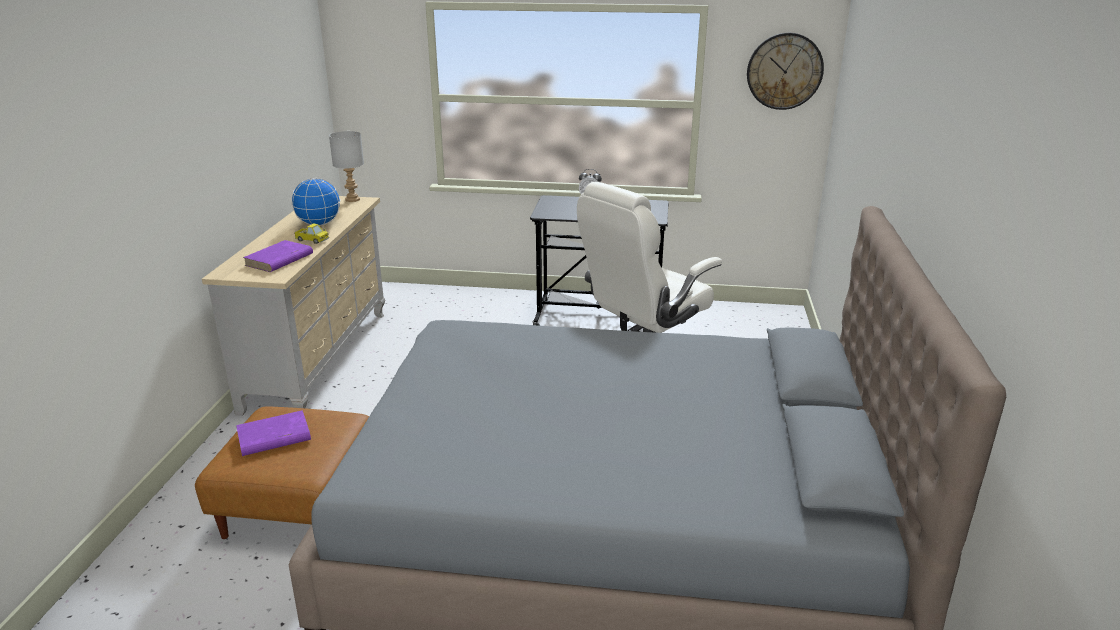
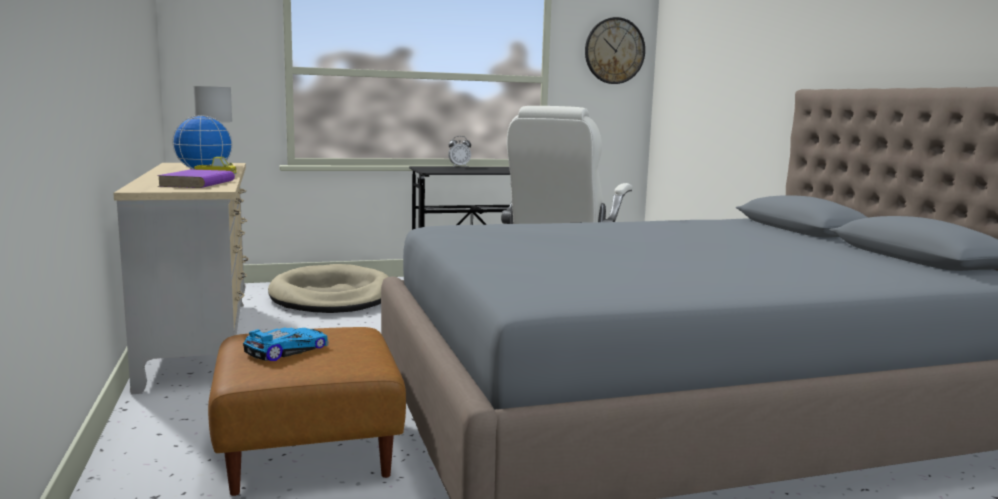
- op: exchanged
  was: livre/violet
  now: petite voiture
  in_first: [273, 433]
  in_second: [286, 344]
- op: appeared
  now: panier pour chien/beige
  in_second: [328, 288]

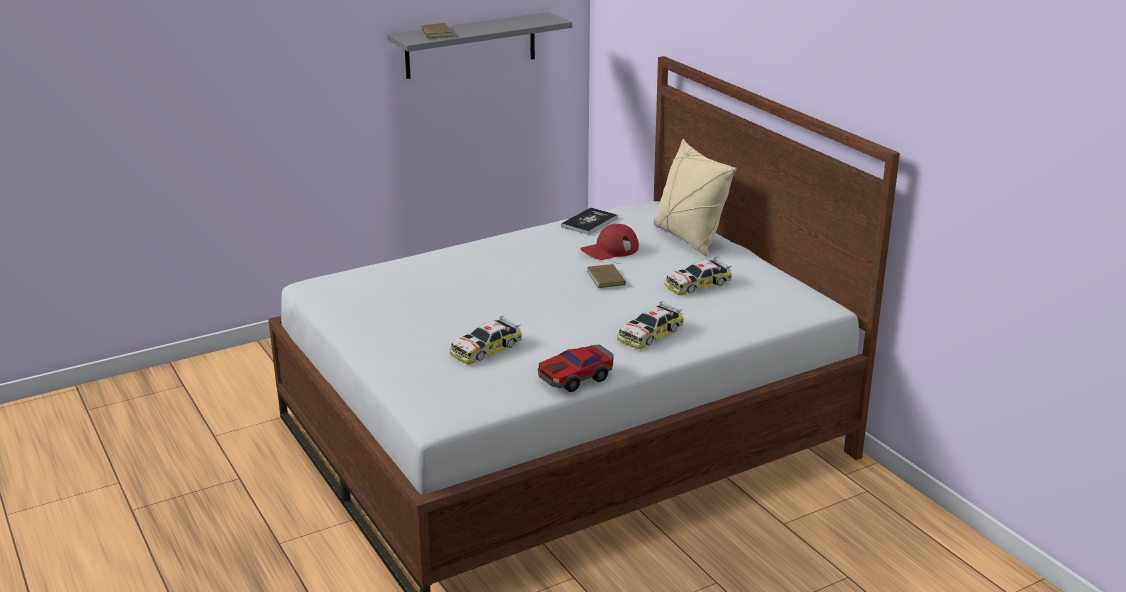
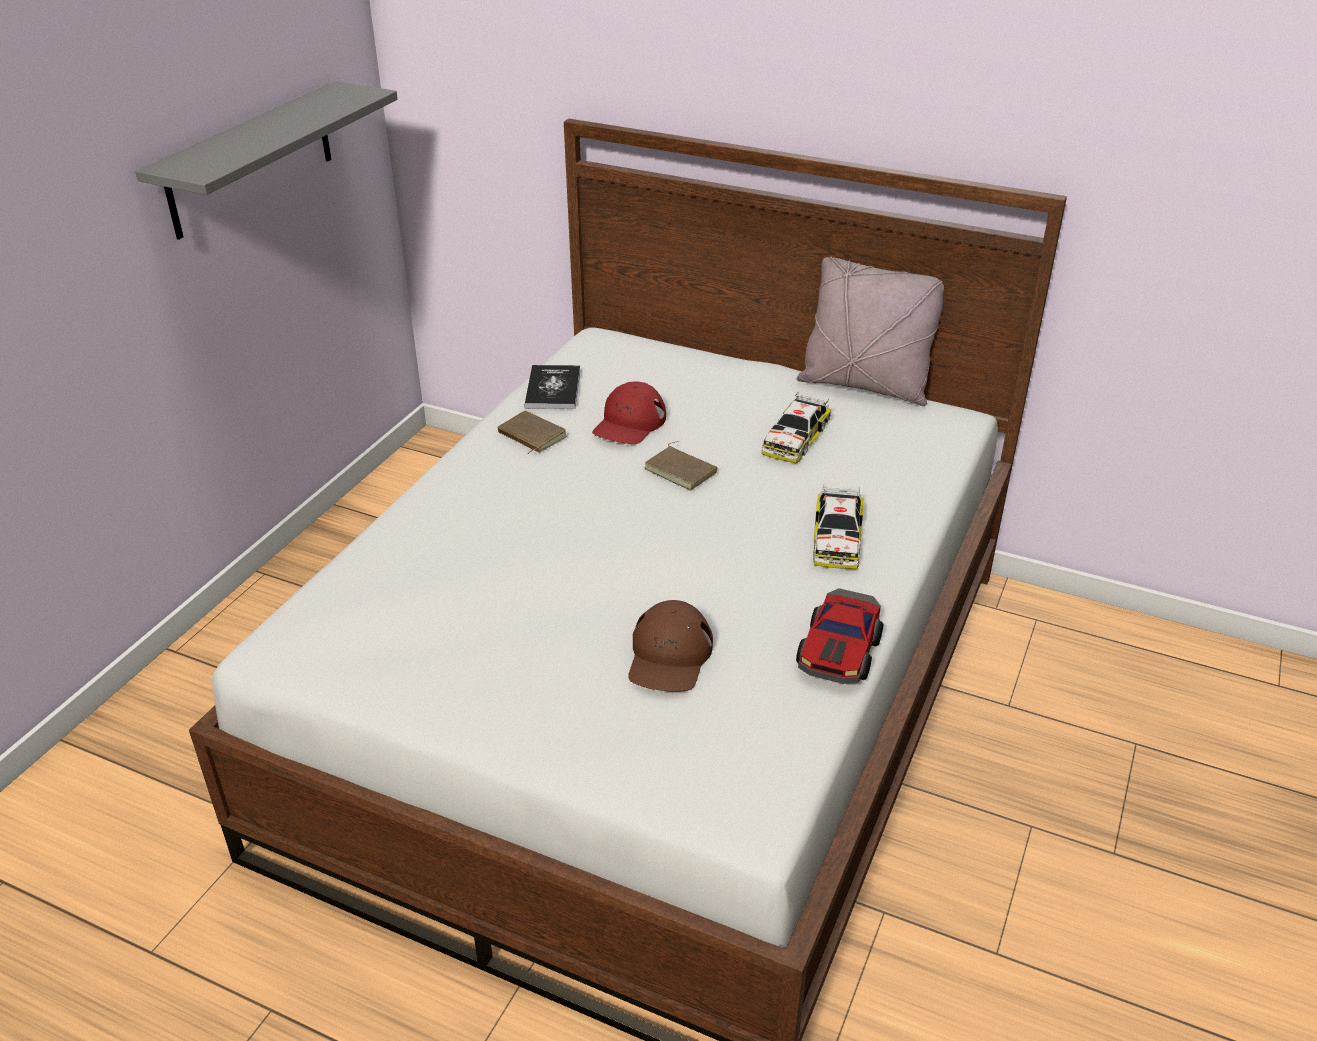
- op: relocated
  was: livre/marron
  in_first: [435, 30]
  in_second: [532, 432]
- op: exchanged
  was: petite voiture
  now: casquette/marron
  in_first: [485, 340]
  in_second: [670, 646]
- op: appeared
  now: coussin/violet
  in_second: [870, 331]
- op: missing
  was: coussin/beige
  in_first: [694, 197]

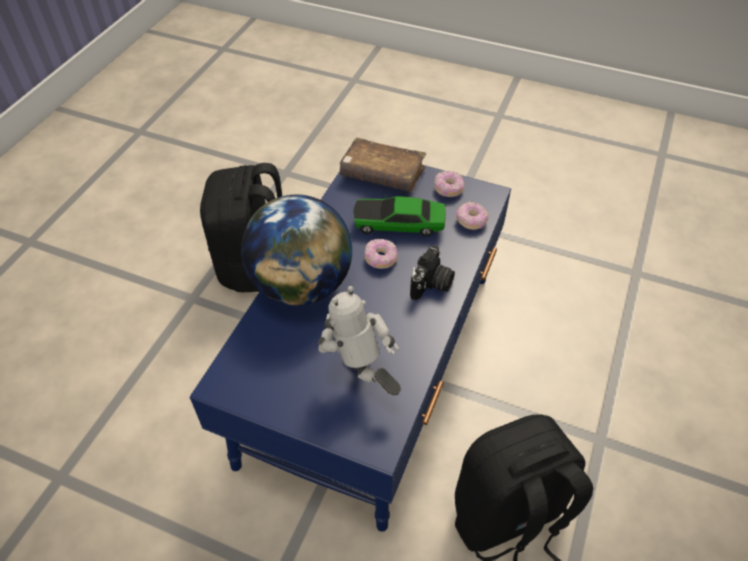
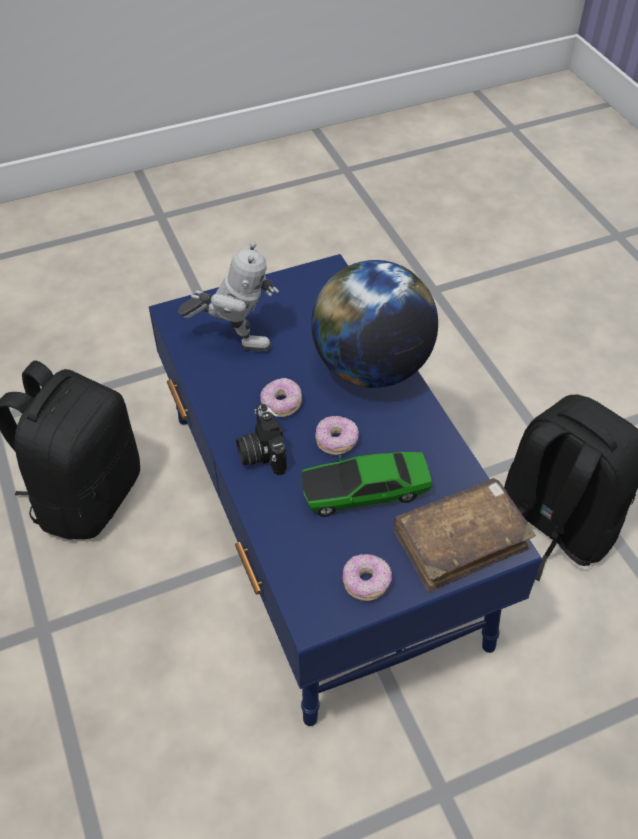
- op: relocated
  was: beignet
  in_first: [472, 216]
  in_second: [281, 397]
- op: spun
  was: petite voiture
  in_first: [399, 216]
  in_second: [367, 484]
  clockwise: -150

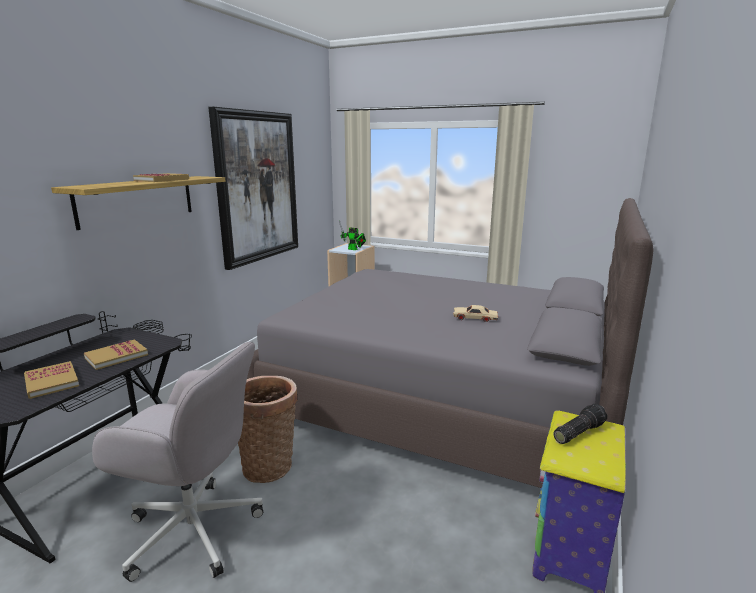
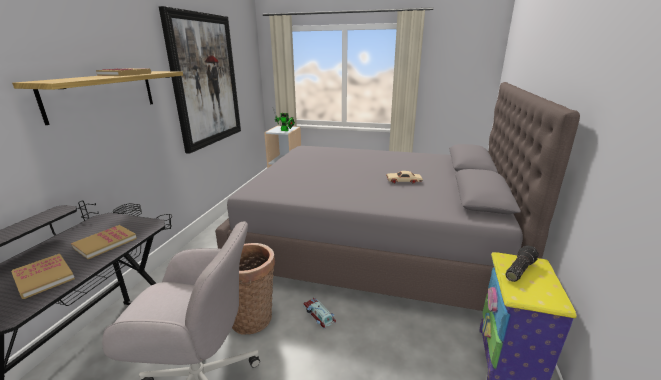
- op: appeared
  now: petite voiture
  in_second: [319, 313]

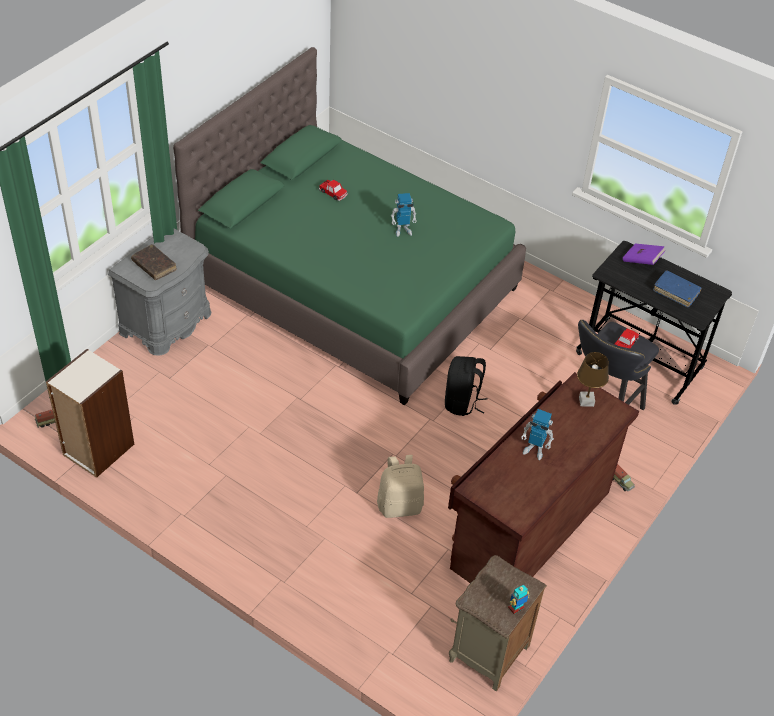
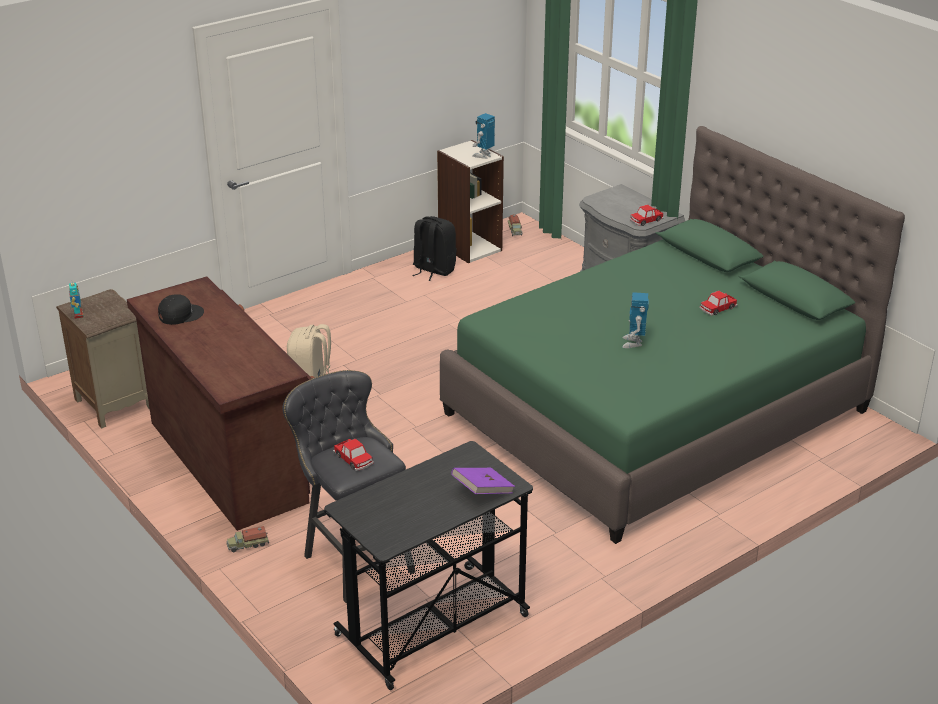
- op: appeared
  now: casquette/noir
  in_second: [181, 309]
- op: relocated
  was: sac à dos/noir
  in_first: [466, 386]
  in_second: [434, 248]
- op: relocated
  was: robot jouet
  in_first: [537, 434]
  in_second: [483, 136]
- op: appeared
  now: petite voiture
  in_second: [647, 215]
- op: missing
  was: livre/marron
  in_first: [154, 262]
- op: missing
  was: lampe de table/marron
  in_first: [593, 379]
- op: missing
  was: livre/bleu
  in_first: [677, 288]

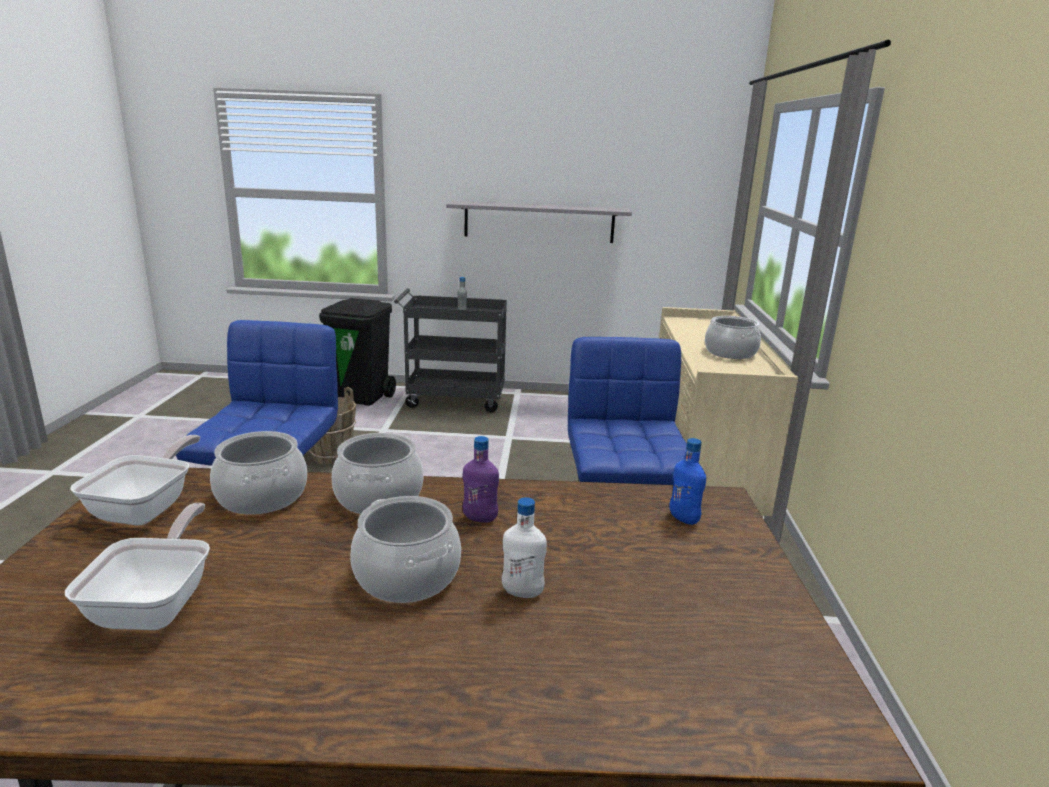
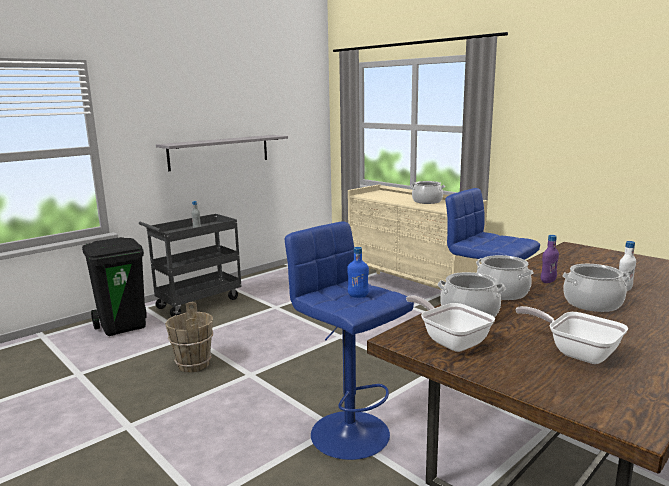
- op: relocated
  was: bouteille/bleu
  in_first: [687, 481]
  in_second: [358, 272]

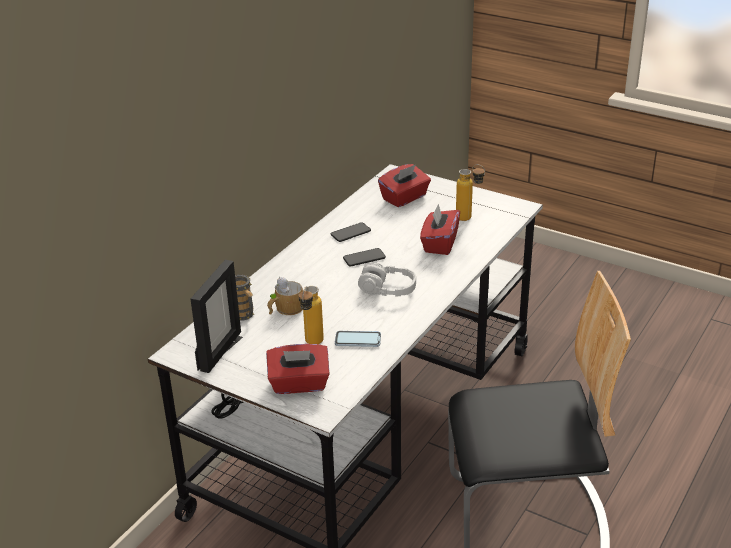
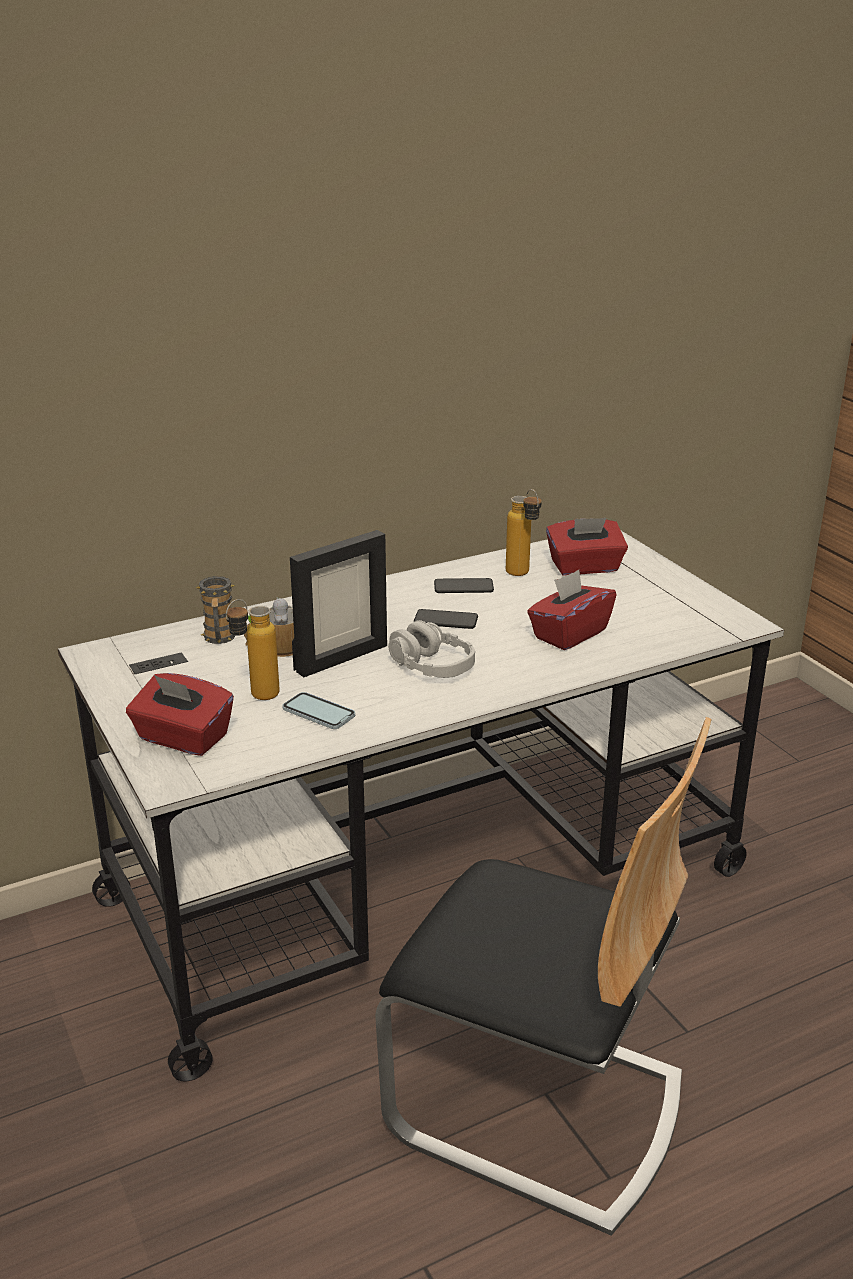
- op: relocated
  was: cadre photo
  in_first: [215, 316]
  in_second: [338, 603]
- op: relocated
  was: bouteille
  in_first: [470, 192]
  in_second: [524, 532]

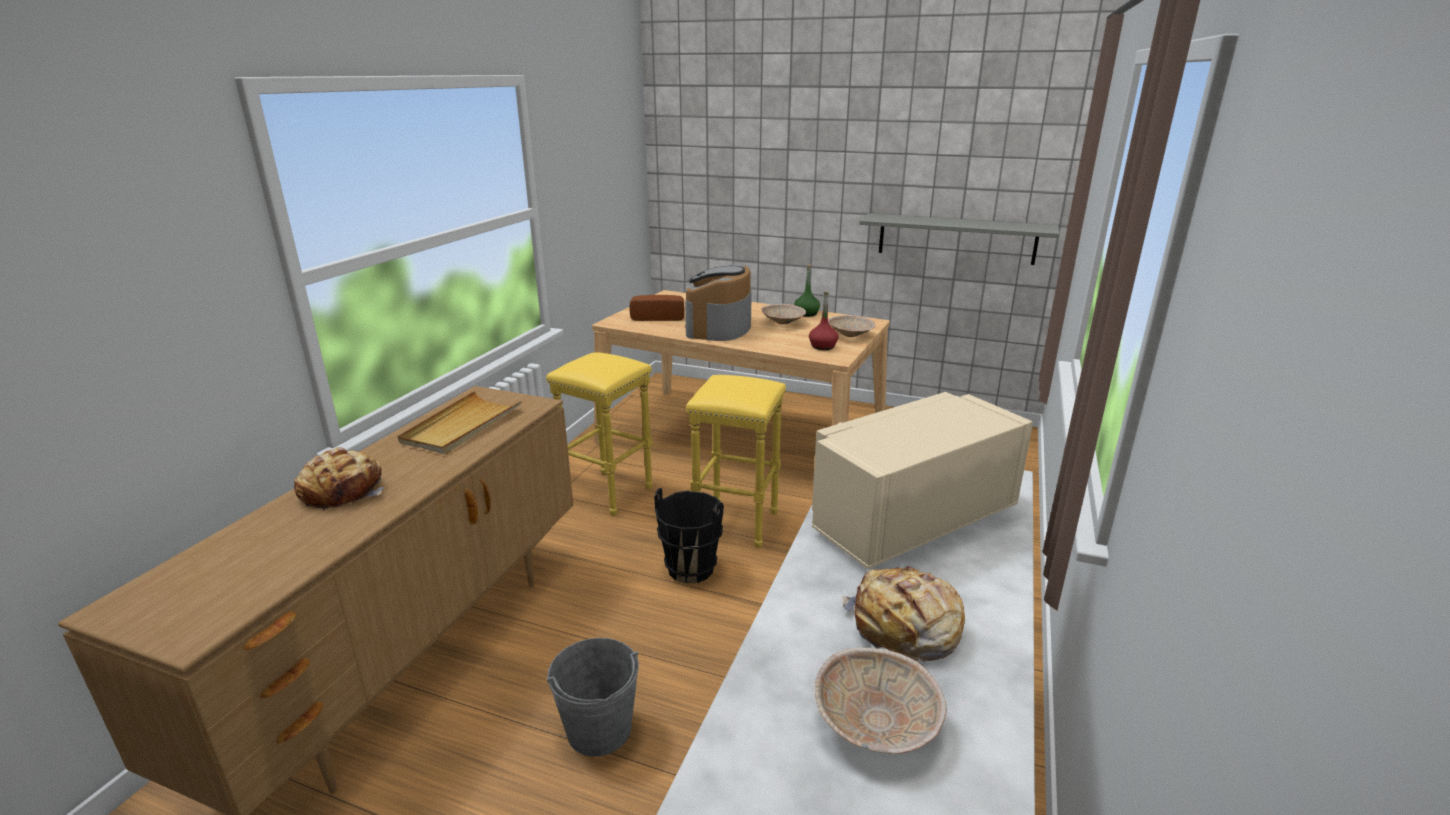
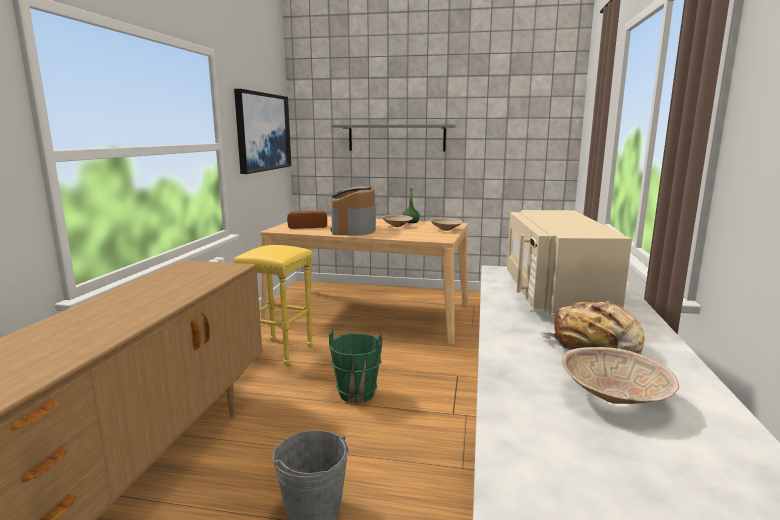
- op: appeared
  now: tableau
  in_second: [262, 131]
- op: colour
  was: seau/noir
  now: seau/vert
  in_first: [689, 535]
  in_second: [355, 366]
- op: relocated
  was: étagère/gris
  in_first: [959, 239]
  in_second: [394, 137]
- op: spun
  was: micro-ondes/beige
  in_first: [922, 480]
  in_second: [569, 263]
  clockwise: -45
- op: missing
  was: pain
  in_first: [339, 478]
- op: missing
  was: plateau/beige
  in_first: [460, 422]
- op: missing
  was: tabouret/jaune
  in_first: [736, 461]
- op: missing
  was: bouteille/rouge
  in_first: [824, 321]

